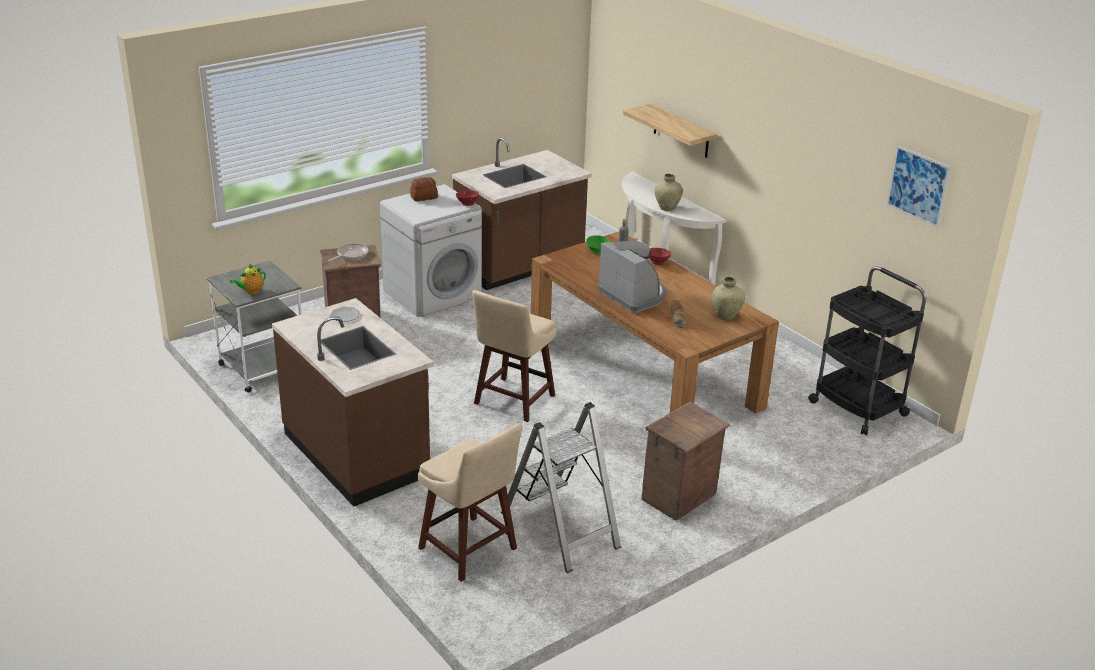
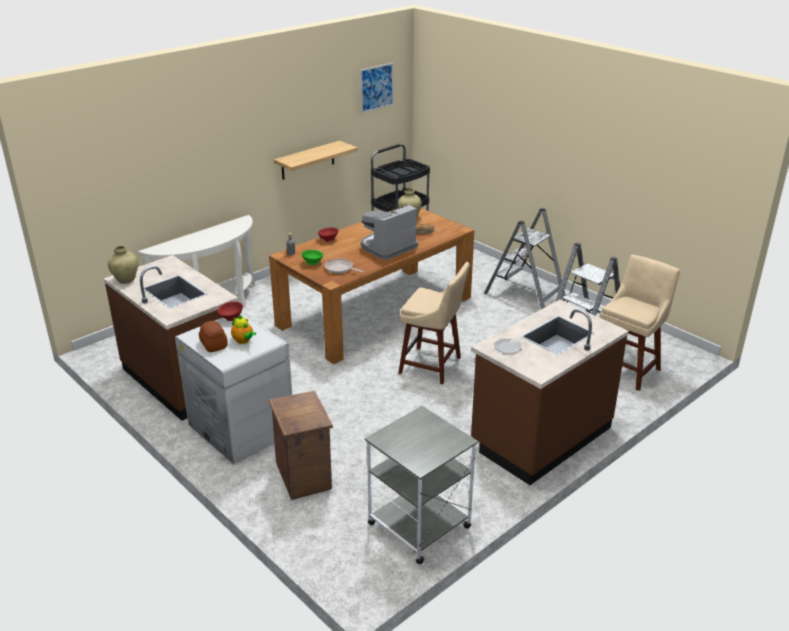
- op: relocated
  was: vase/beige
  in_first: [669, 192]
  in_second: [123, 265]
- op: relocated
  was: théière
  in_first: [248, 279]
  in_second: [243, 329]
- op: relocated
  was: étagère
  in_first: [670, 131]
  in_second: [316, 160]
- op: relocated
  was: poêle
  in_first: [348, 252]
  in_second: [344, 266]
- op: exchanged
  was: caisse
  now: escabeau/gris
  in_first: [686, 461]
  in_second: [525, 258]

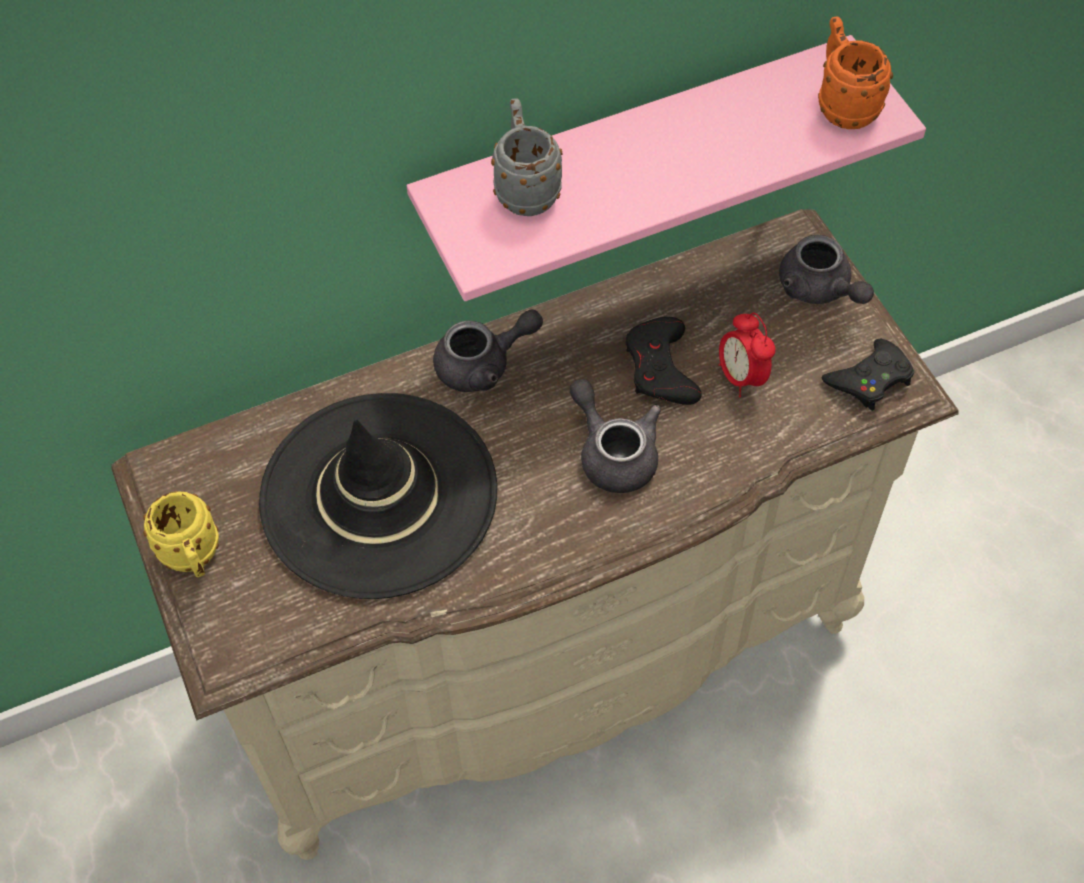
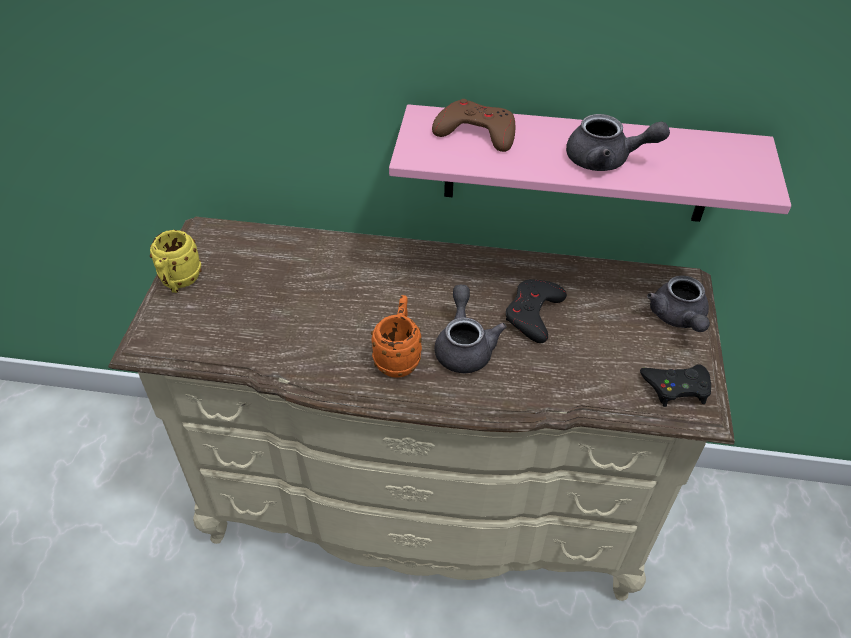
- op: relocated
  was: mug/orange
  in_first: [855, 72]
  in_second: [396, 336]
- op: exchanged
  was: mug/gris
  now: manette/marron
  in_first: [527, 157]
  in_second: [473, 125]
- op: relocated
  was: théière/gris
  in_first: [488, 350]
  in_second: [618, 142]
- op: missing
  was: chapeau/noir
  in_first: [378, 496]
- op: missing
  was: réveil
  in_first: [746, 355]

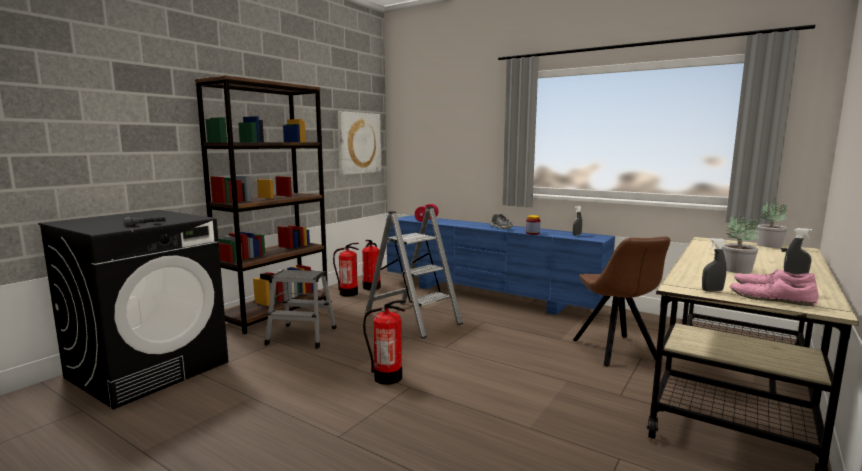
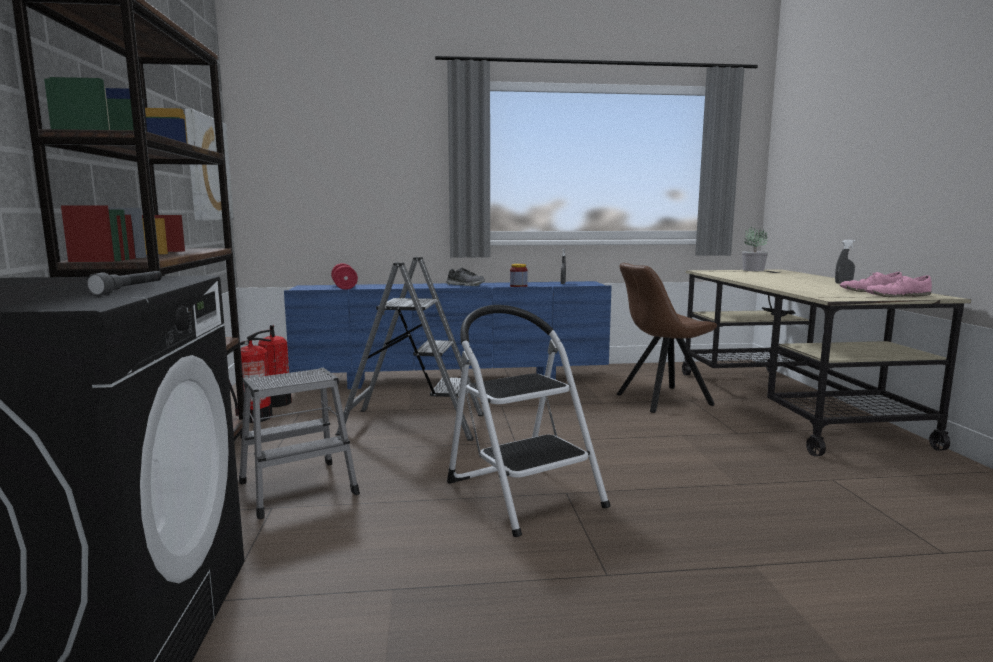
- op: exchanged
  was: extincteur
  now: escabeau
  in_first: [384, 342]
  in_second: [528, 421]
- op: spun
  was: chaise/marron
  in_first: [621, 301]
  in_second: [667, 338]
  clockwise: 120
- op: missing
  was: vaporisateur/gris
  in_first: [714, 264]
- op: missing
  was: plante en pot
  in_first: [740, 244]

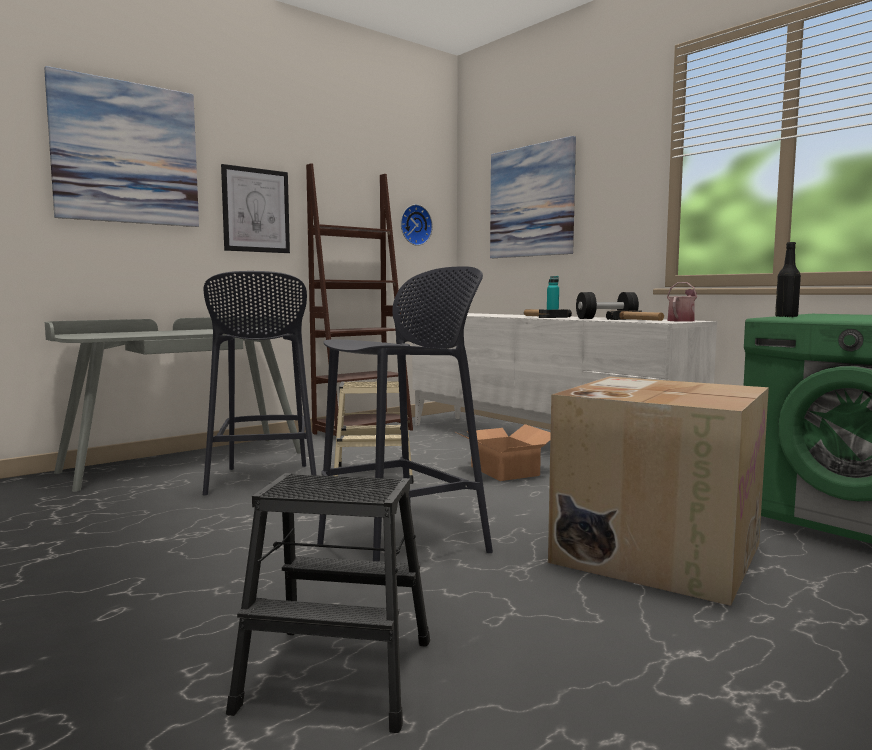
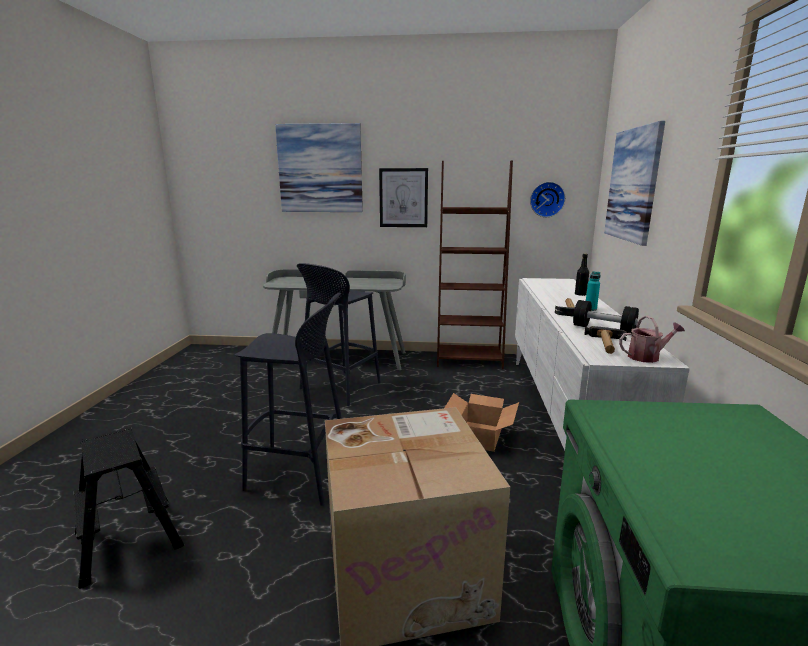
- op: relocated
  was: bouteille/noir
  in_first: [788, 279]
  in_second: [582, 274]
- op: missing
  was: escabeau/beige
  in_first: [373, 432]

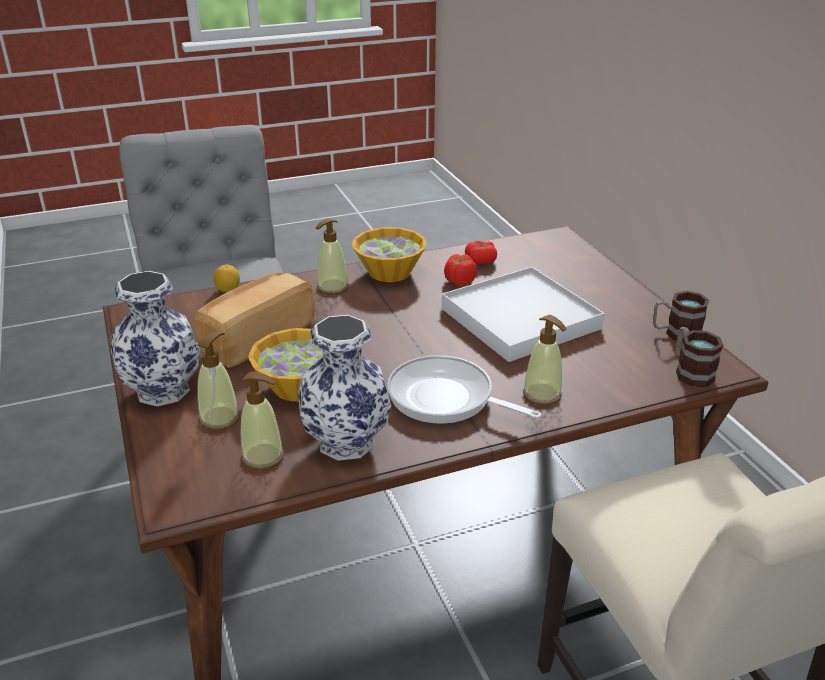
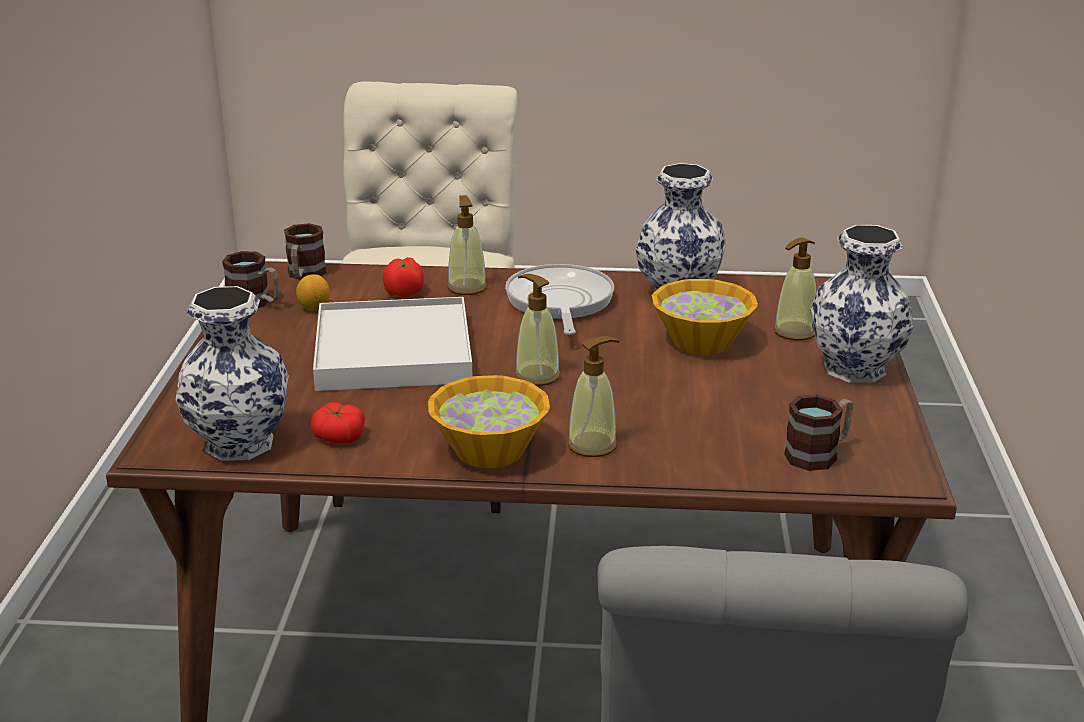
- op: appeared
  now: vase
  in_second: [232, 373]
- op: relocated
  was: citron
  in_first: [226, 278]
  in_second: [313, 292]
- op: relocated
  was: tomate
  in_first: [460, 270]
  in_second: [403, 277]
- op: spun
  was: poêle
  in_first: [464, 389]
  in_second: [559, 299]
  clockwise: -150
- op: relocated
  was: distributeur de savon
  in_first: [262, 421]
  in_second: [537, 330]
- op: appeared
  now: mug
  in_second: [818, 432]
- op: missing
  was: pain
  in_first: [254, 320]

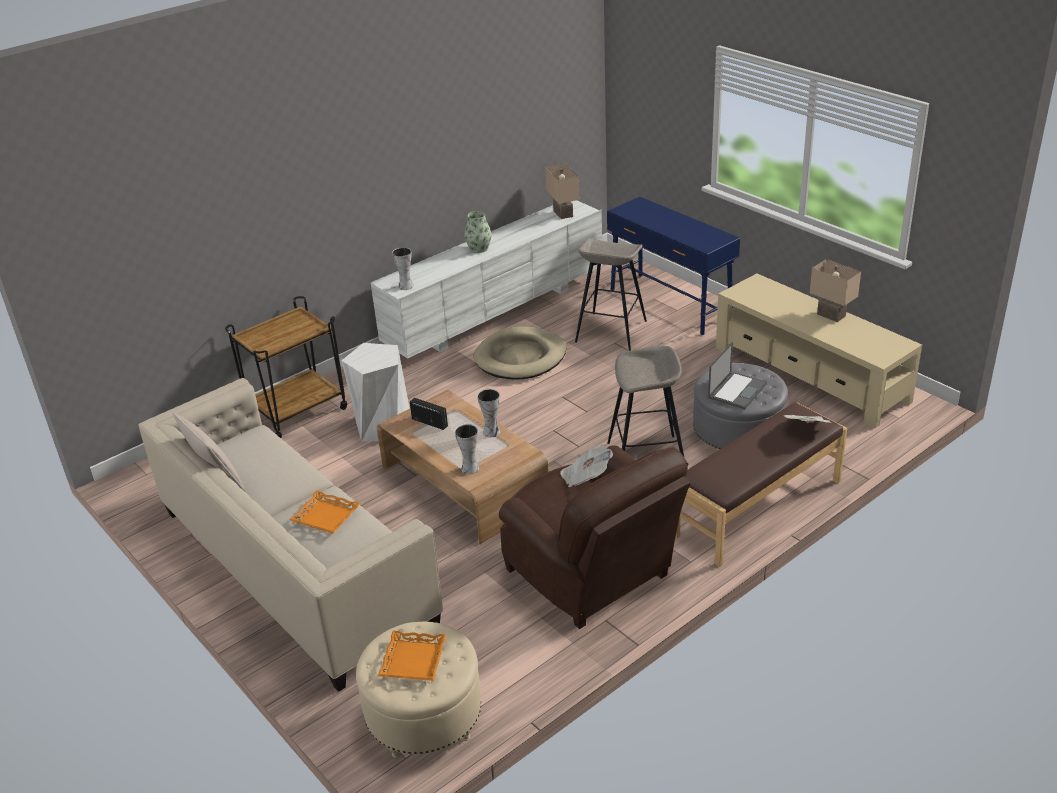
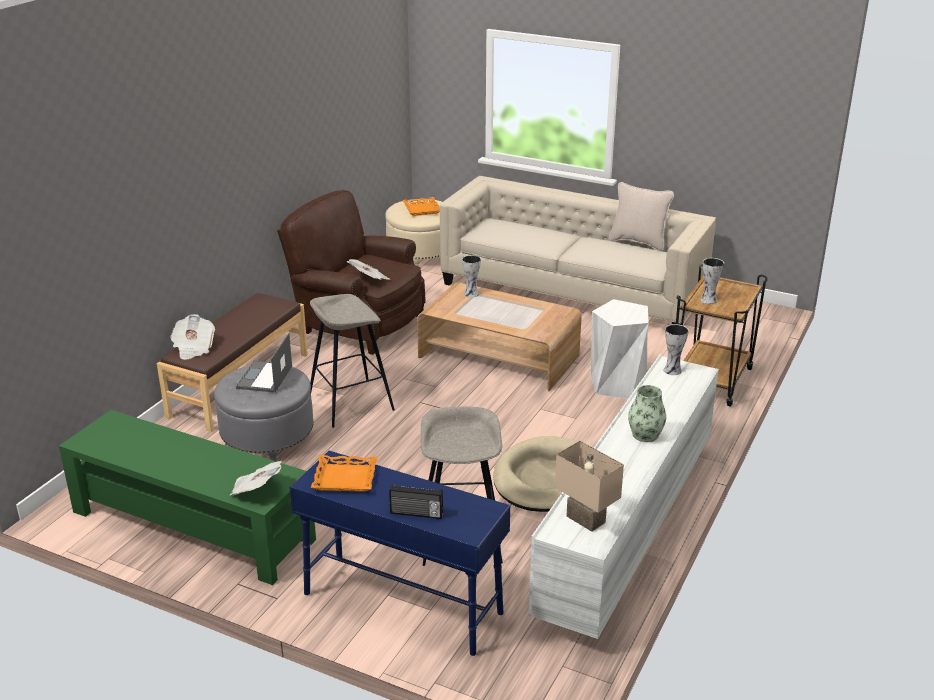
- op: colour
  was: meuble télé/beige
  now: meuble télé/vert
  in_first: [819, 350]
  in_second: [187, 497]
- op: appeared
  now: journal
  in_second: [255, 478]
- op: relocated
  was: plateau/orange
  in_first: [325, 512]
  in_second: [344, 473]
- op: relocated
  was: radio
  in_first: [429, 414]
  in_second: [416, 501]
- op: relocated
  was: vase
  in_first: [488, 413]
  in_second: [712, 281]
- op: missing
  was: lampe de table/beige
  in_first: [835, 290]

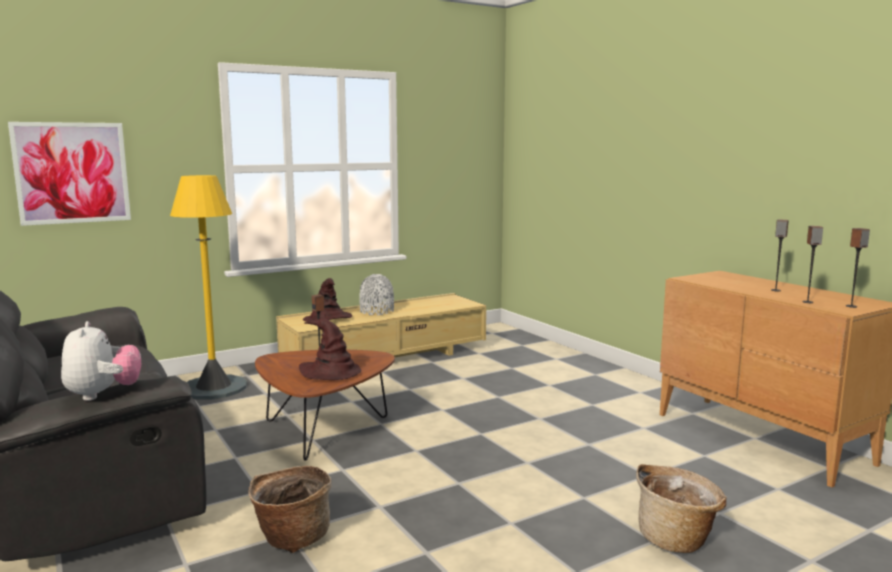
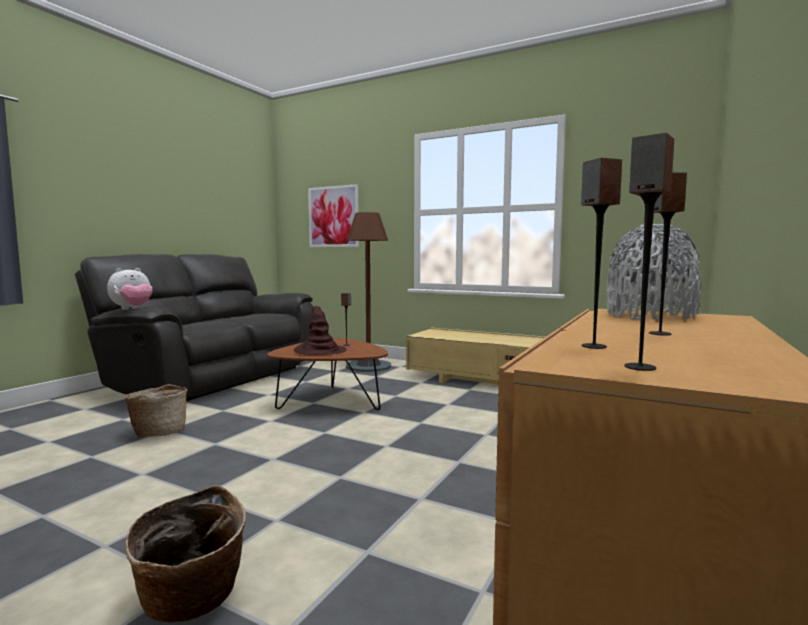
- op: colour
  was: lampadaire/jaune
  now: lampadaire/marron
  in_first: [208, 287]
  in_second: [368, 292]
- op: relocated
  was: vase/gris
  in_first: [376, 294]
  in_second: [654, 272]
- op: missing
  was: chapeau/marron
  in_first: [327, 300]

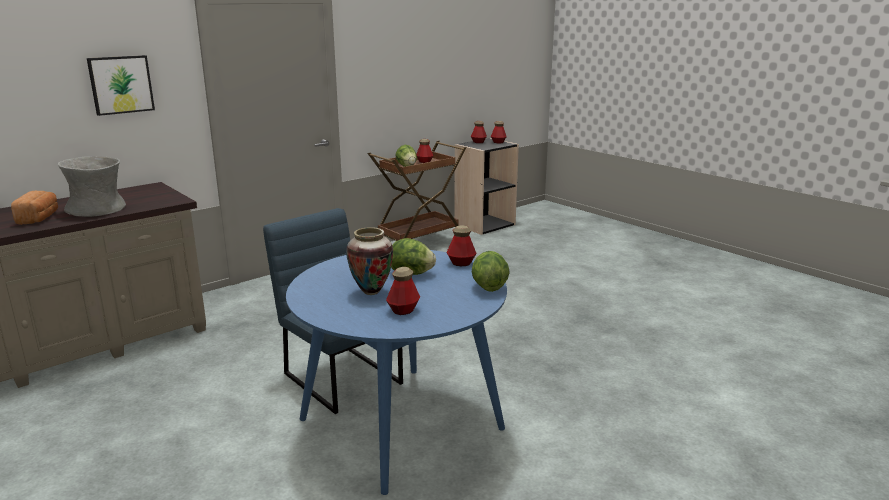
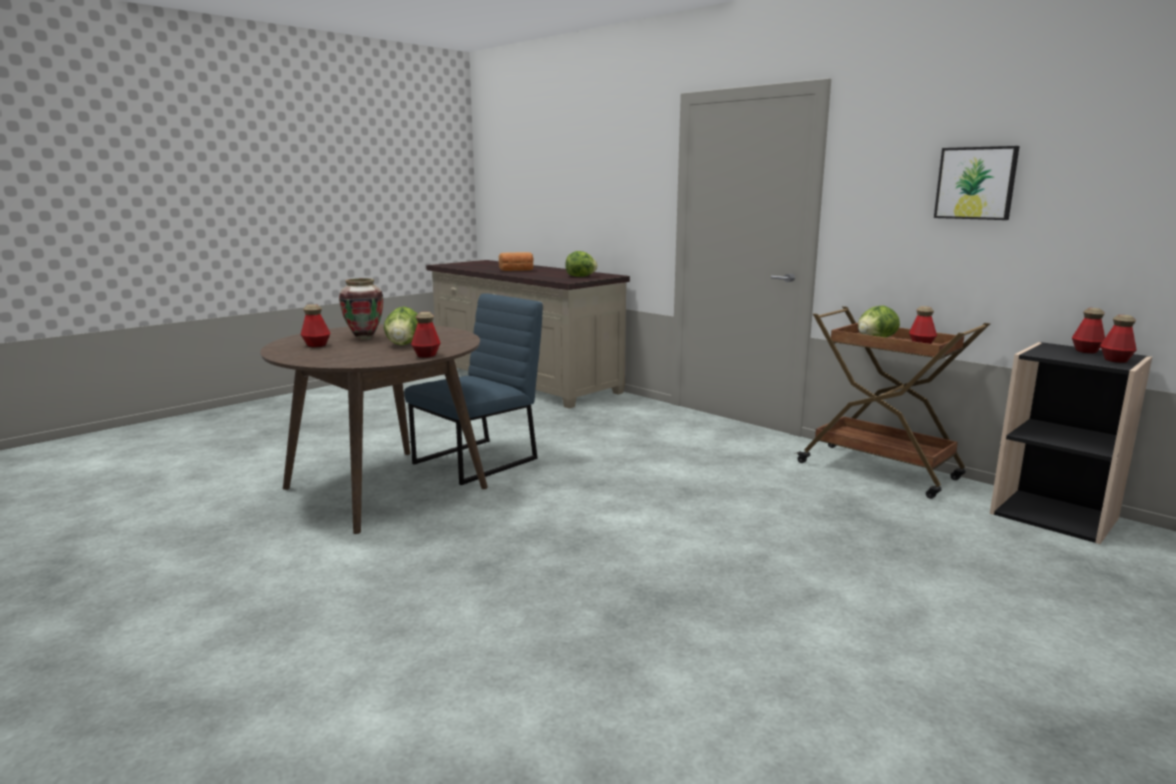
- op: colour
  was: table à manger/bleu
  now: table à manger/marron
  in_first: [396, 372]
  in_second: [374, 429]
- op: relocated
  was: laitue
  in_first: [491, 271]
  in_second: [581, 264]
- op: relocated
  was: tableau
  in_first: [121, 85]
  in_second: [977, 183]
- op: missing
  was: vase/gris
  in_first: [92, 186]

